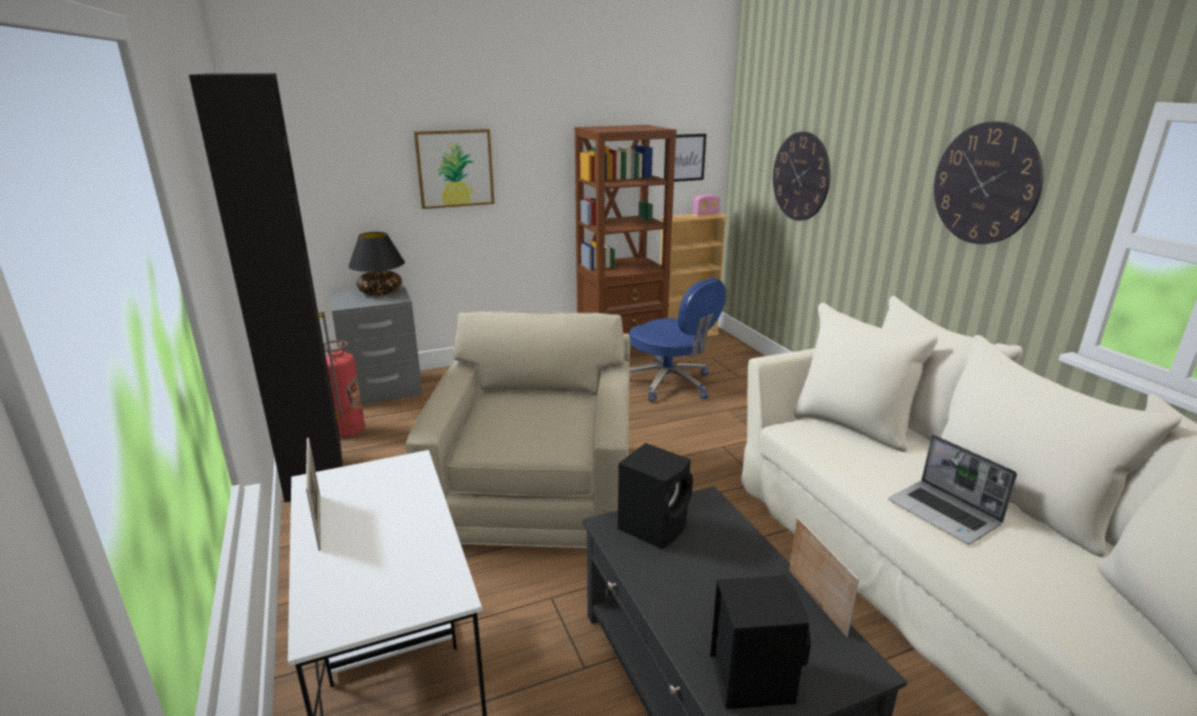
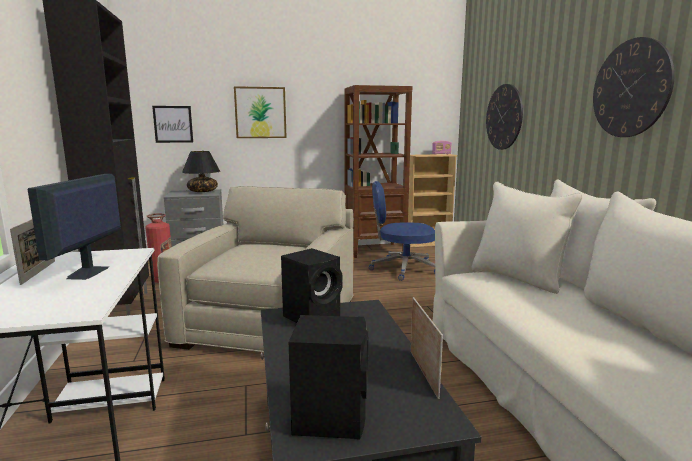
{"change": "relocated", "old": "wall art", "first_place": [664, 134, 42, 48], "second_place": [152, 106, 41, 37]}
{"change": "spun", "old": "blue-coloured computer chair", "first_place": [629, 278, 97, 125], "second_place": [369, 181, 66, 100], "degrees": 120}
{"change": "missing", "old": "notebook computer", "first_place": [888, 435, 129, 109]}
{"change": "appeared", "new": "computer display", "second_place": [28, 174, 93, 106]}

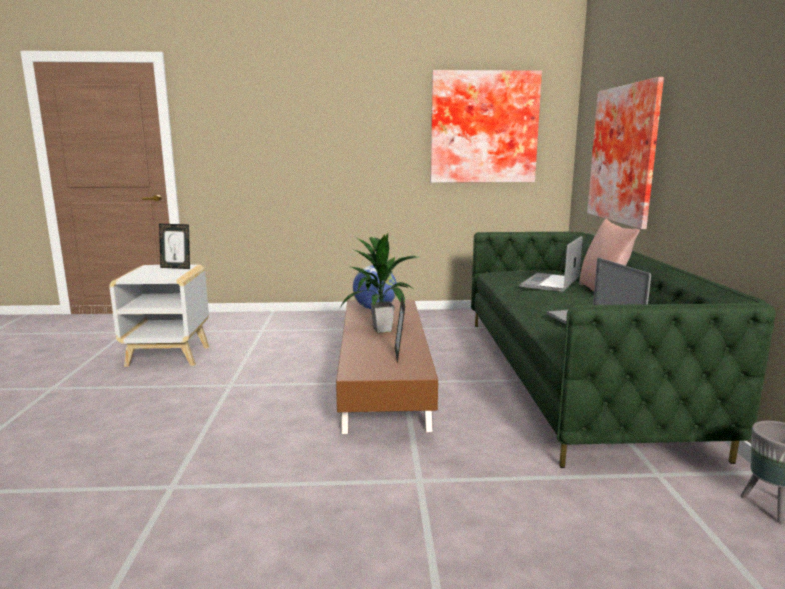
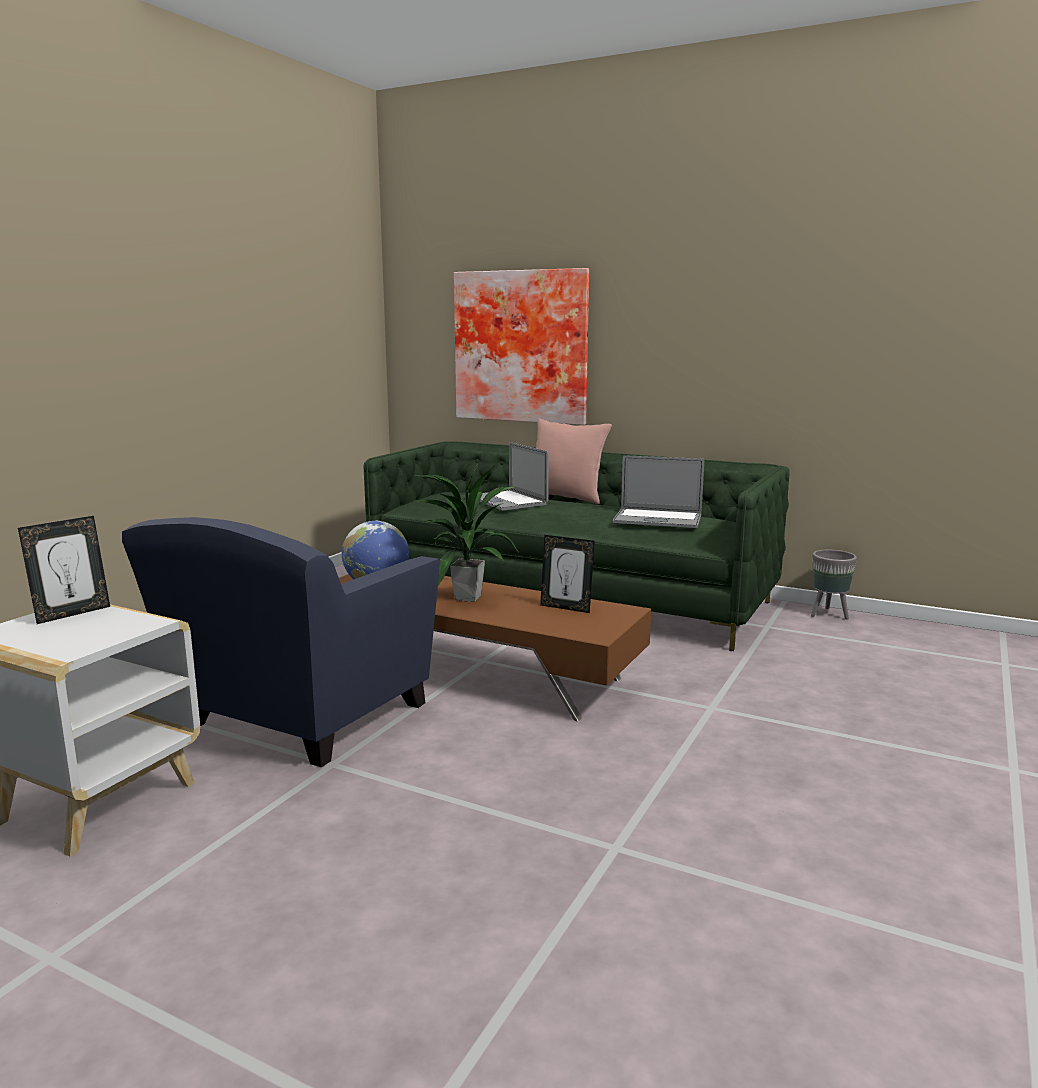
{"change": "missing", "old": "wall art", "first_place": [431, 70, 111, 113]}
{"change": "appeared", "new": "blue-coloured easy chair", "second_place": [122, 517, 318, 251]}

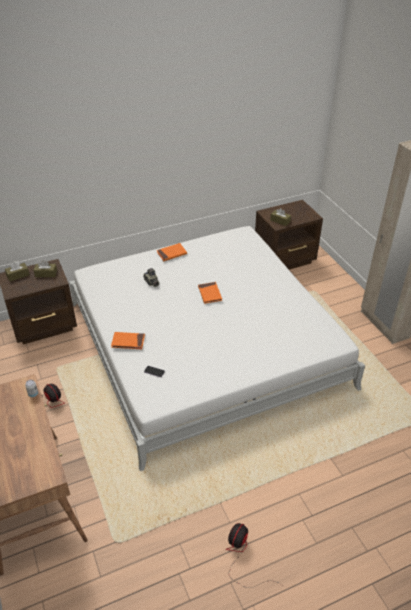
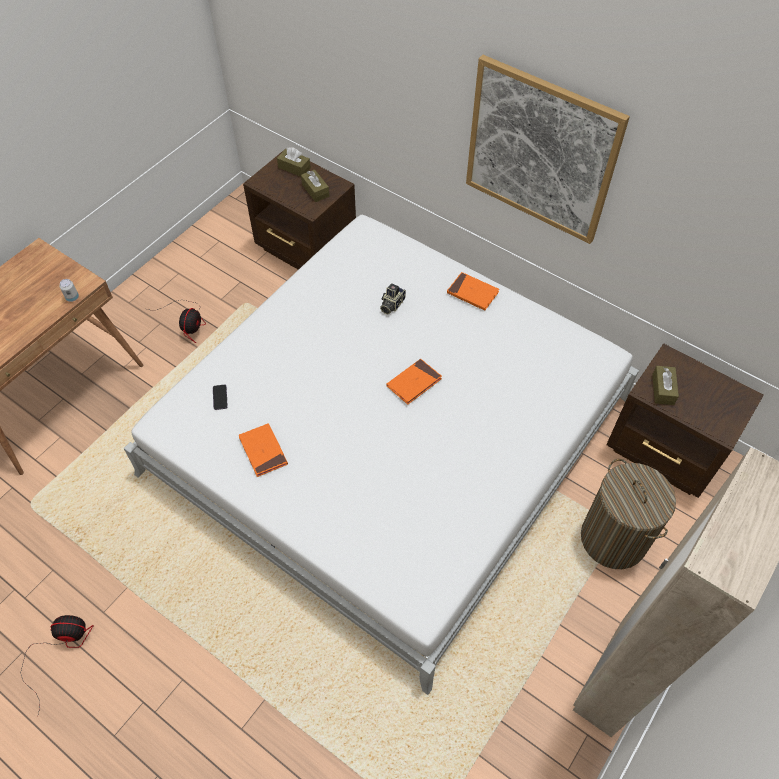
{"change": "relocated", "old": "orange bound book", "first_place": [111, 332, 34, 17], "second_place": [239, 423, 49, 54]}
{"change": "appeared", "new": "wall art", "second_place": [466, 55, 164, 189]}
{"change": "appeared", "new": "hamper", "second_place": [581, 459, 95, 110]}

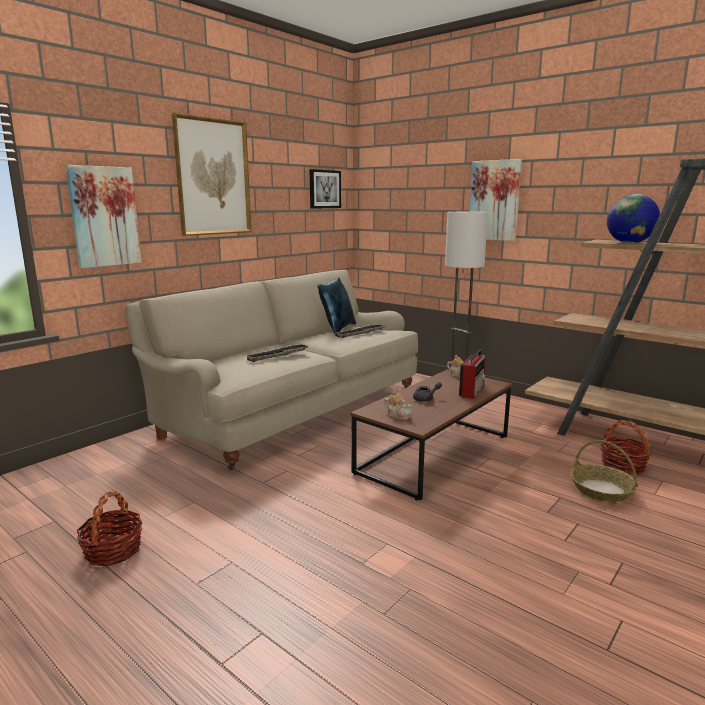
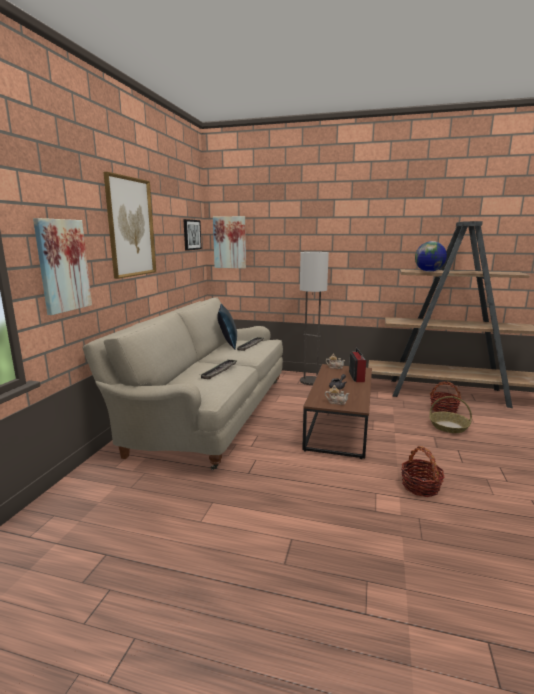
{"change": "relocated", "old": "wall art", "first_place": [470, 159, 52, 82], "second_place": [213, 216, 33, 53]}
{"change": "relocated", "old": "basket", "first_place": [77, 490, 65, 76], "second_place": [401, 446, 44, 51]}

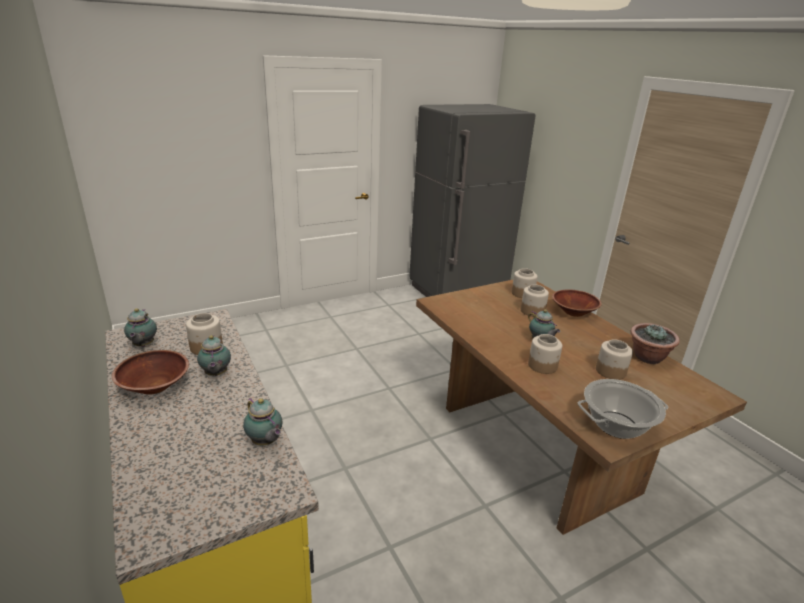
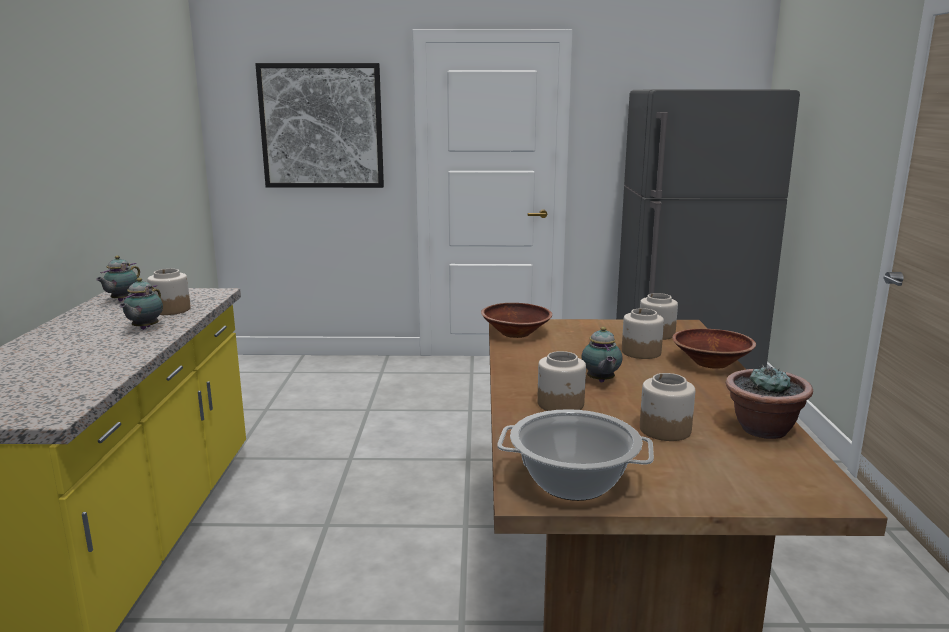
{"change": "relocated", "old": "brown serving bowl", "first_place": [112, 350, 77, 45], "second_place": [481, 303, 71, 35]}
{"change": "missing", "old": "teapot", "first_place": [243, 398, 39, 48]}
{"change": "appeared", "new": "wall art", "second_place": [255, 63, 129, 125]}

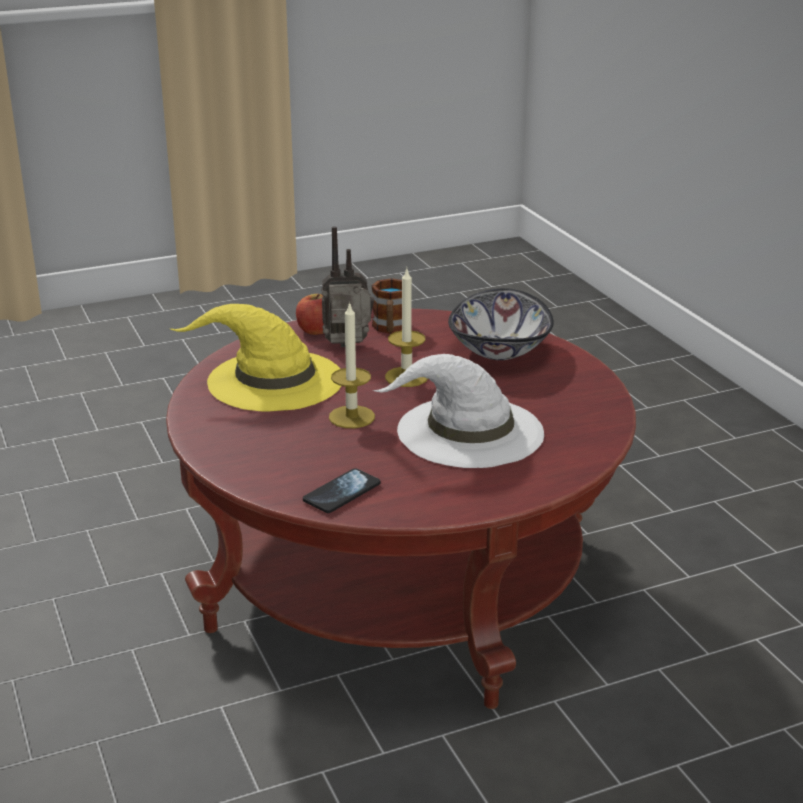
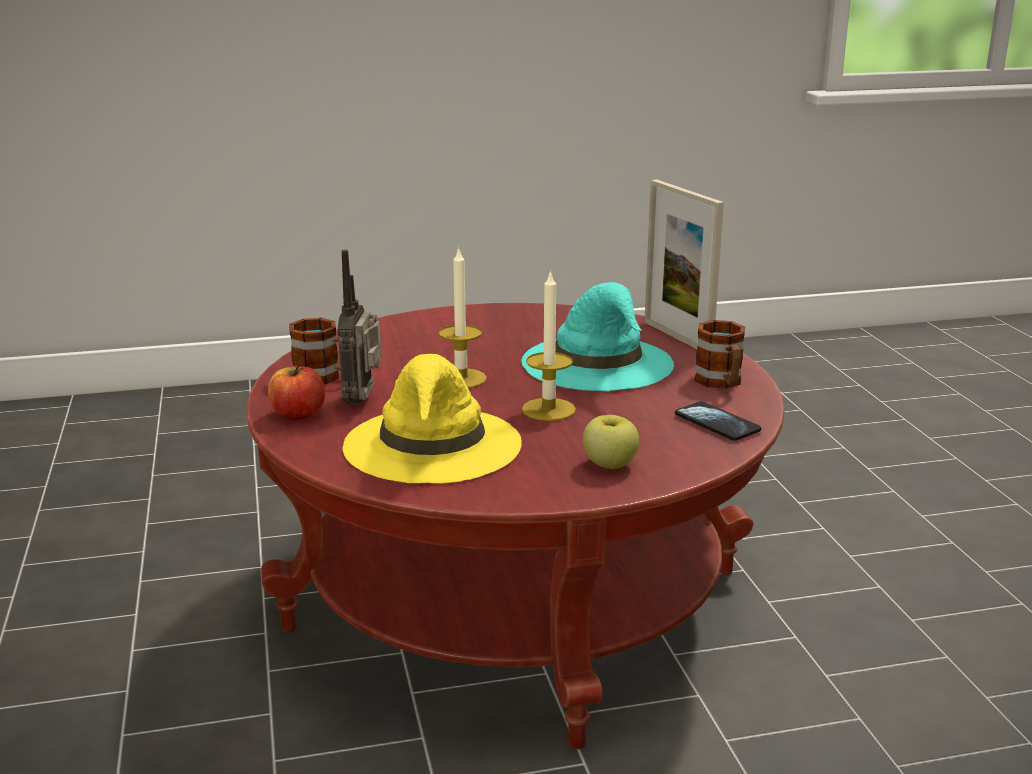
{"change": "missing", "old": "serving bowl", "first_place": [448, 288, 106, 72]}
{"change": "colour", "old": "white-coloured hat", "new": "turquoise hat", "first_place": [373, 354, 171, 114], "second_place": [521, 282, 153, 109]}
{"change": "appeared", "new": "picture frame", "second_place": [644, 179, 80, 170]}
{"change": "appeared", "new": "coffee mug", "second_place": [695, 320, 50, 69]}
{"change": "appeared", "new": "apple fruit", "second_place": [583, 415, 56, 54]}

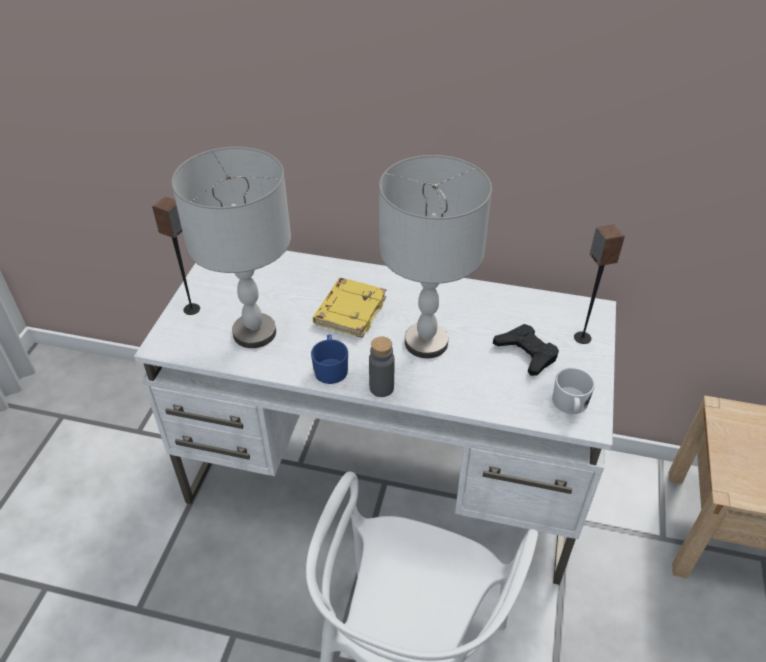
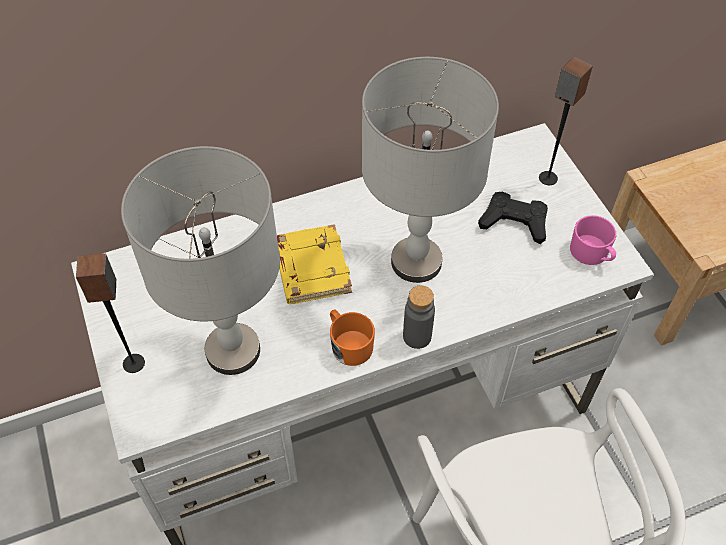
{"change": "colour", "old": "blue-coloured coffee mug", "new": "orange coffee mug", "first_place": [311, 334, 37, 50], "second_place": [330, 310, 45, 56]}
{"change": "colour", "old": "white-coloured coffee mug", "new": "pink coffee mug", "first_place": [552, 368, 43, 46], "second_place": [570, 215, 46, 50]}

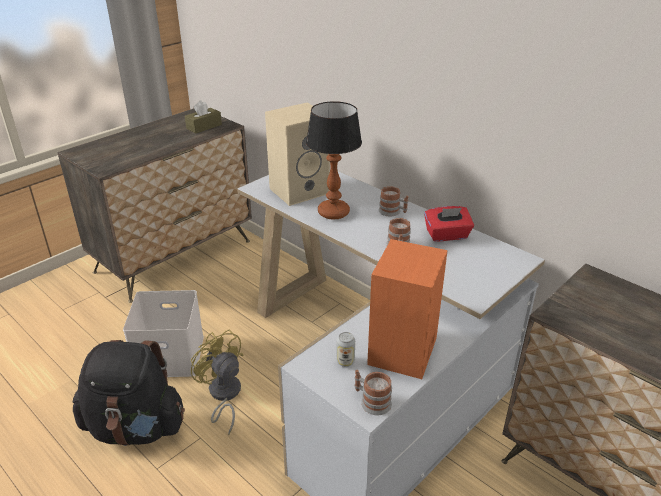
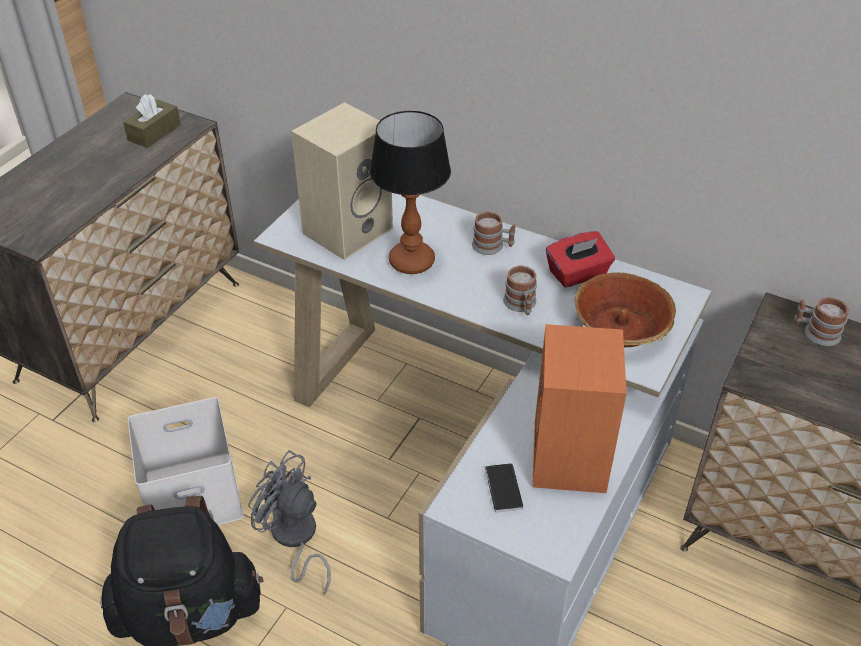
{"change": "colour", "old": "yellowish fan", "new": "greyish fan", "first_place": [191, 330, 53, 105], "second_place": [248, 450, 83, 145]}
{"change": "exchanged", "old": "can", "new": "handset", "first_place": [337, 332, 18, 35], "second_place": [485, 463, 38, 50]}
{"change": "relocated", "old": "coffee mug", "first_place": [355, 370, 37, 45], "second_place": [794, 297, 55, 49]}
{"change": "appeared", "new": "serving bowl", "second_place": [575, 272, 101, 75]}

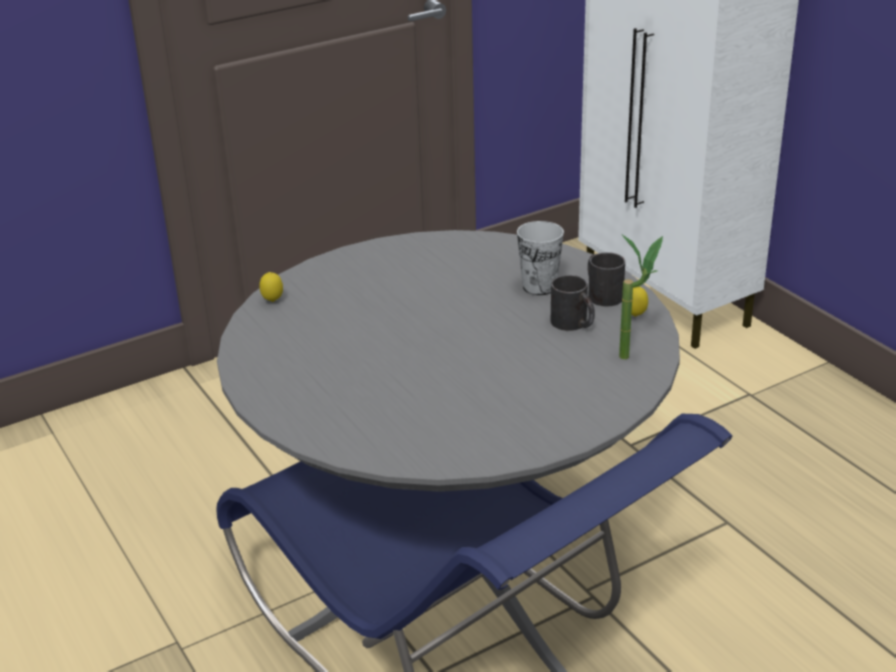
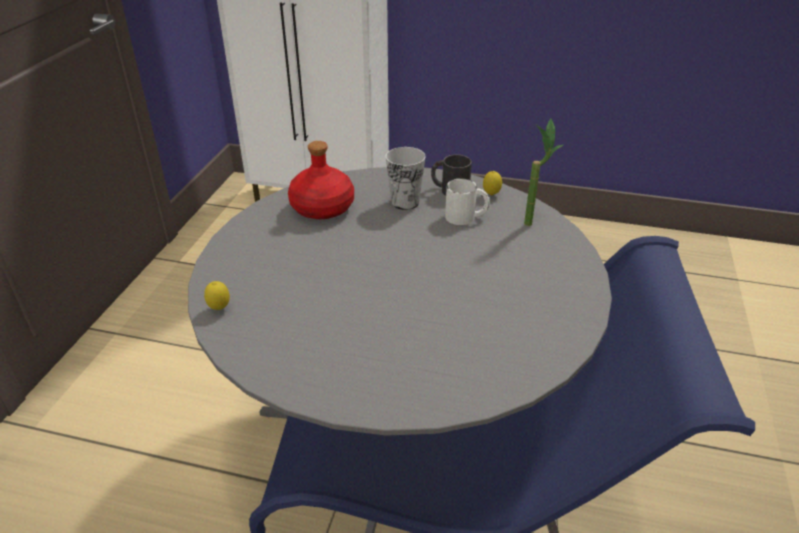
{"change": "colour", "old": "blackish coffee mug", "new": "white-coloured coffee mug", "first_place": [551, 275, 44, 56], "second_place": [445, 179, 44, 46]}
{"change": "appeared", "new": "red-coloured drink bottle", "second_place": [288, 141, 66, 78]}

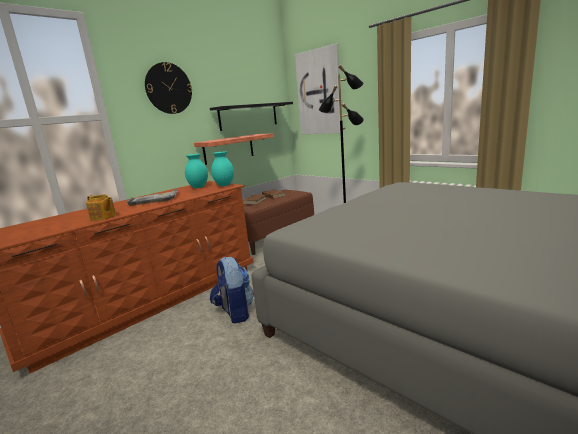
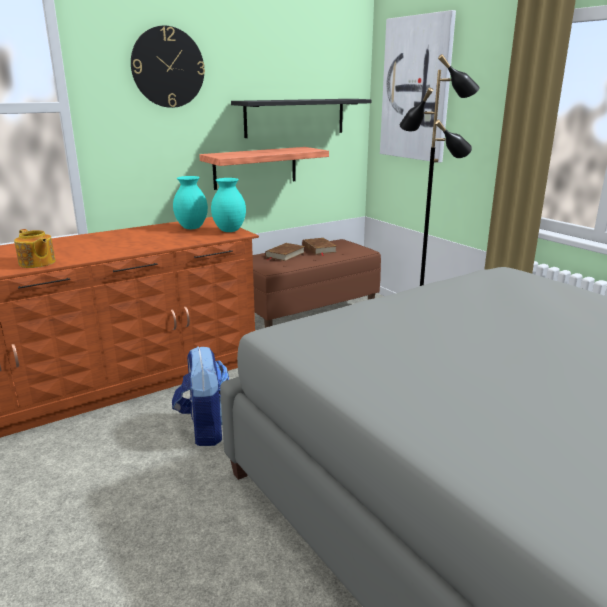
{"change": "missing", "old": "greyish serving tray", "first_place": [126, 189, 52, 17]}

